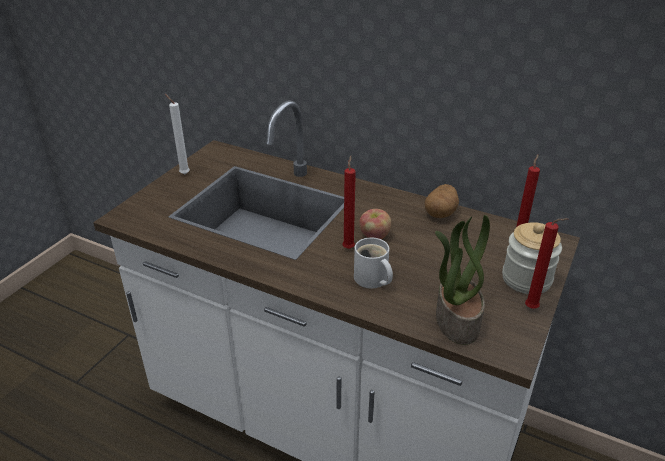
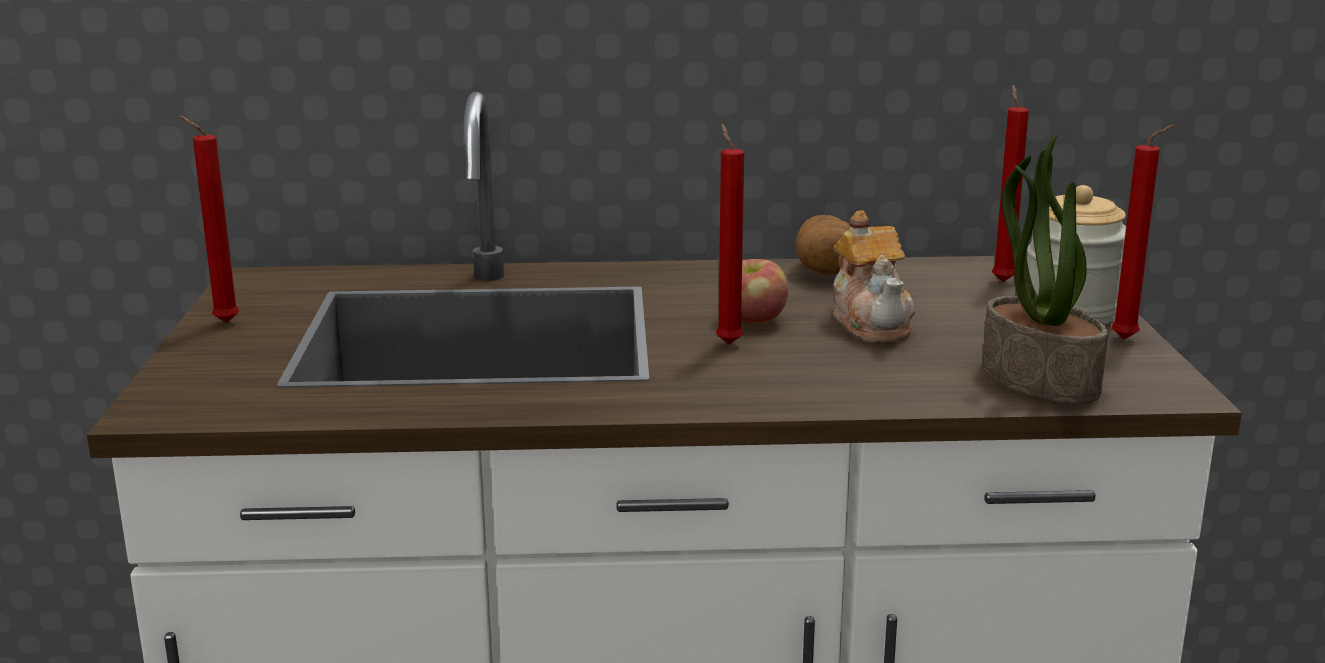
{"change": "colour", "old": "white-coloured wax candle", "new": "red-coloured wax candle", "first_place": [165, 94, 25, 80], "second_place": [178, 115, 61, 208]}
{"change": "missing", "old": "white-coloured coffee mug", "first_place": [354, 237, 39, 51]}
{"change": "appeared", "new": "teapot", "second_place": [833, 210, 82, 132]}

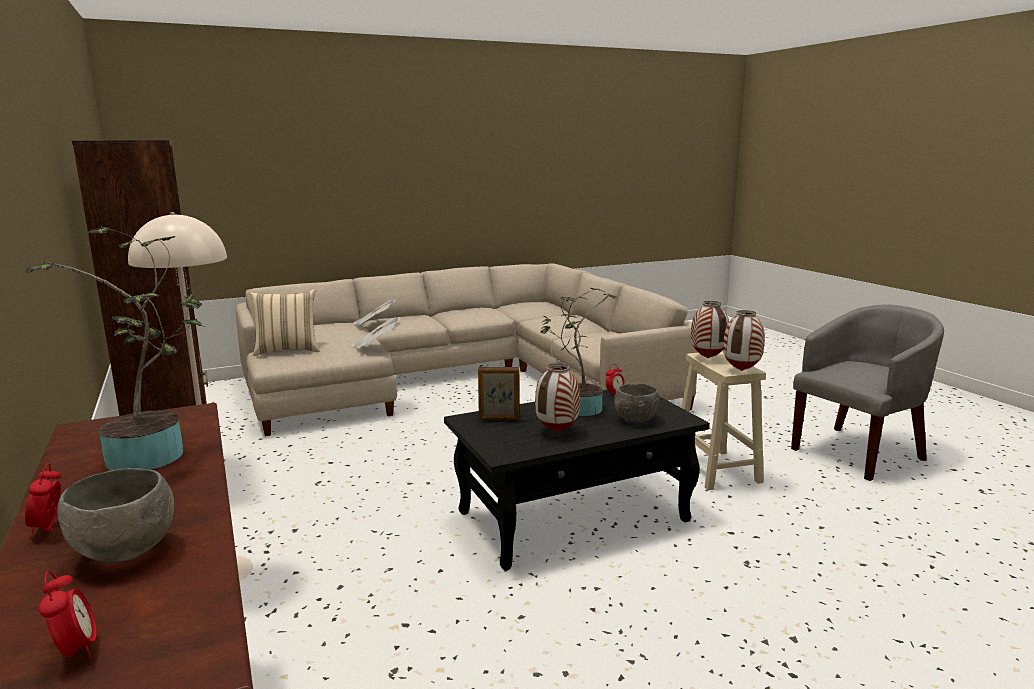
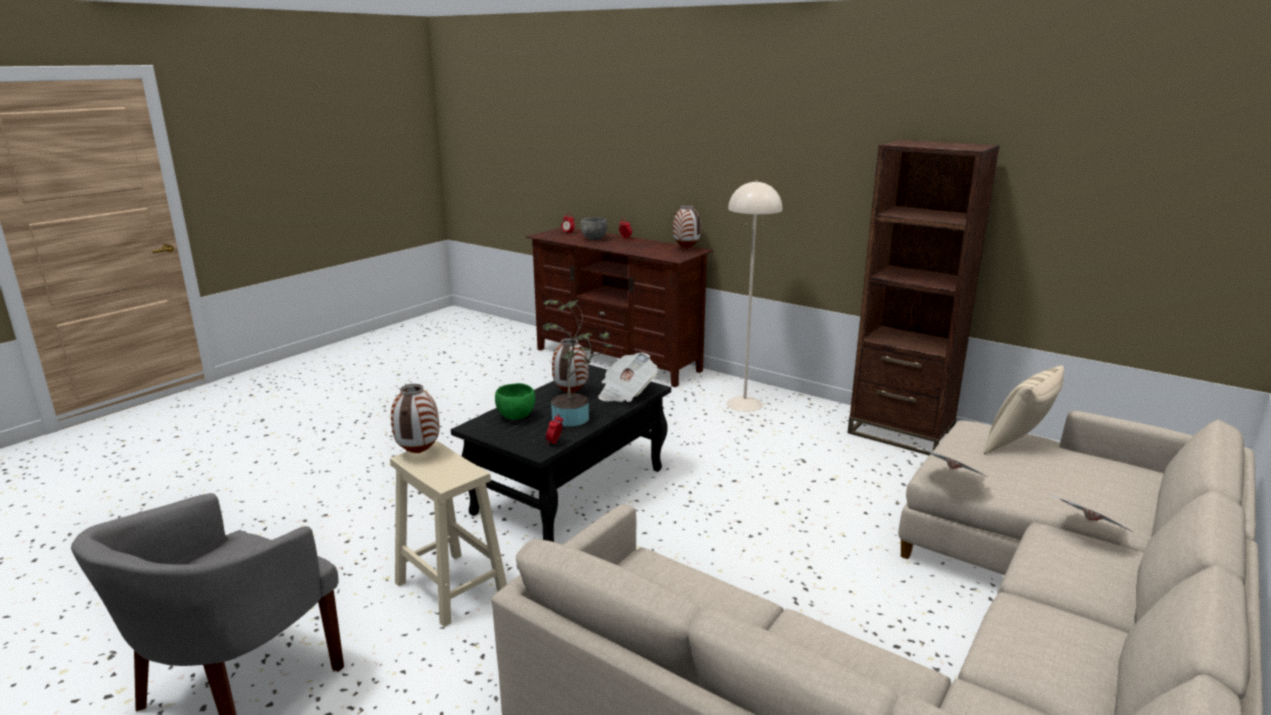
{"change": "missing", "old": "plant in a pot", "first_place": [26, 226, 176, 244]}
{"change": "relocated", "old": "decorative vase", "first_place": [691, 301, 38, 57], "second_place": [673, 205, 28, 44]}
{"change": "exchanged", "old": "picture frame", "new": "daily paper", "first_place": [478, 367, 42, 53], "second_place": [598, 352, 60, 50]}
{"change": "colour", "old": "greyish serving bowl", "new": "green-coloured serving bowl", "first_place": [614, 383, 45, 40], "second_place": [495, 383, 41, 37]}

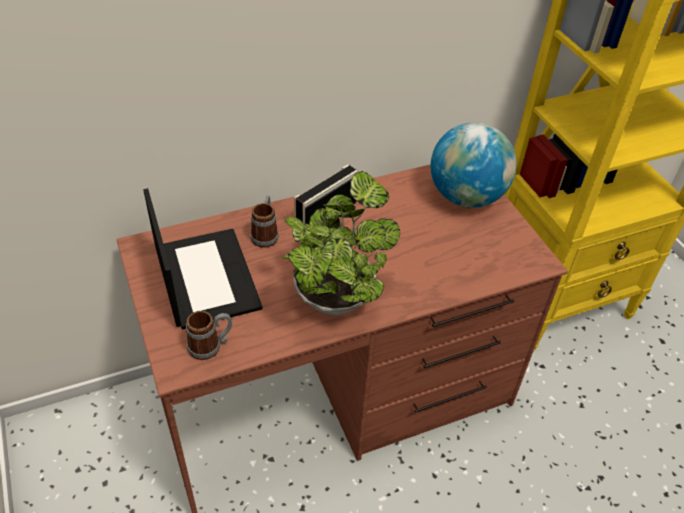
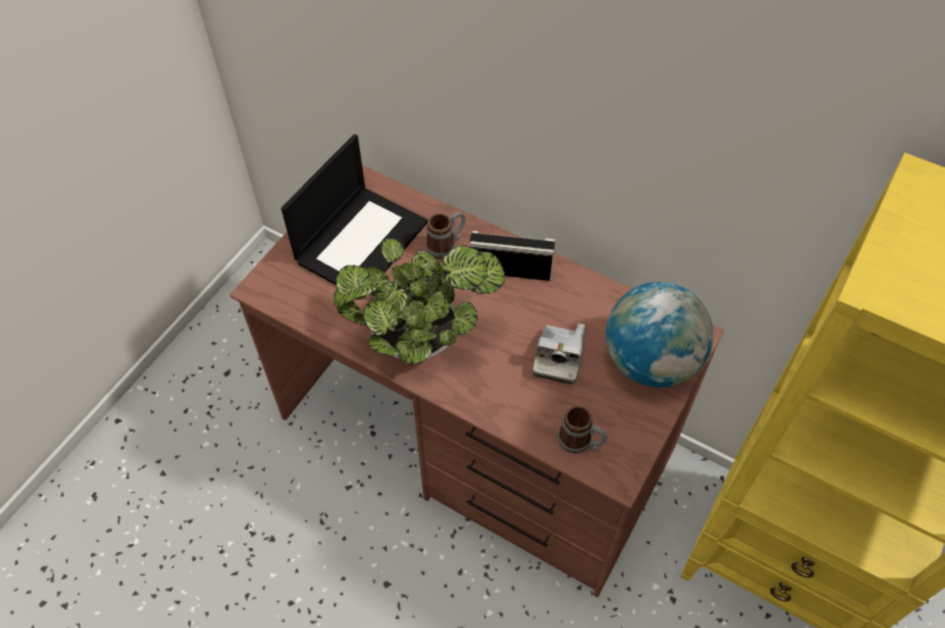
{"change": "relocated", "old": "coffee mug", "first_place": [186, 311, 46, 49], "second_place": [558, 406, 49, 48]}
{"change": "appeared", "new": "still camera", "second_place": [533, 324, 53, 61]}

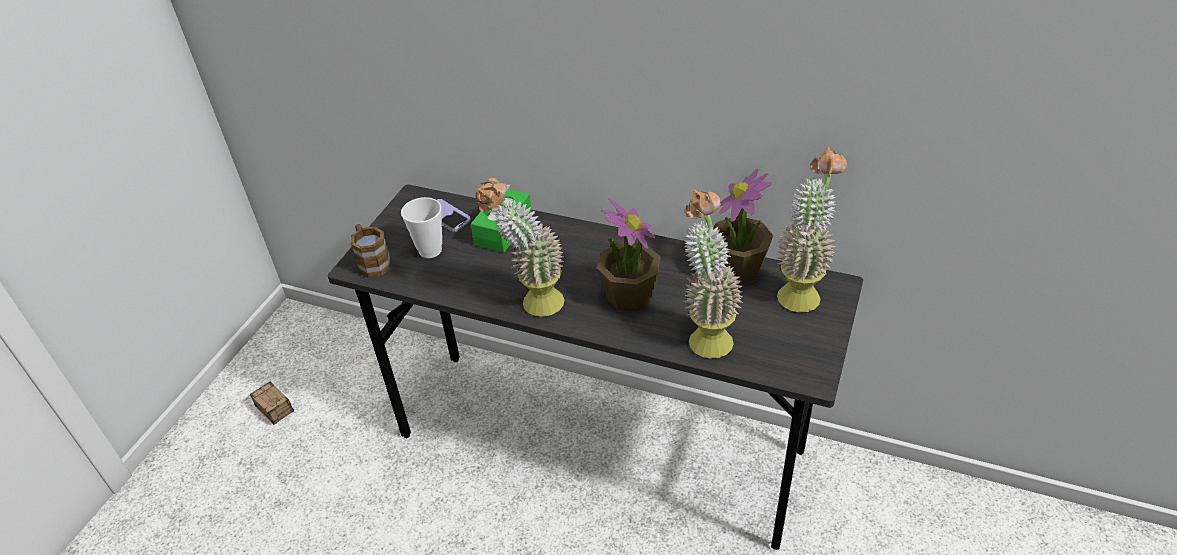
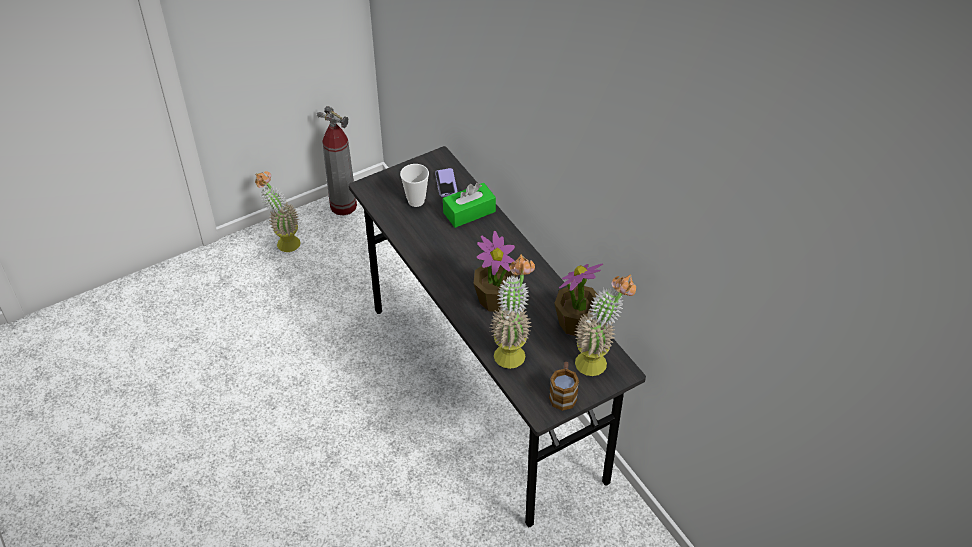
{"change": "relocated", "old": "plant in a pot", "first_place": [476, 178, 89, 139], "second_place": [255, 171, 46, 81]}
{"change": "relocated", "old": "coffee mug", "first_place": [350, 224, 42, 54], "second_place": [549, 362, 30, 49]}
{"change": "missing", "old": "storage box", "first_place": [250, 382, 44, 43]}
{"change": "appeared", "new": "extinguisher", "second_place": [316, 106, 41, 110]}

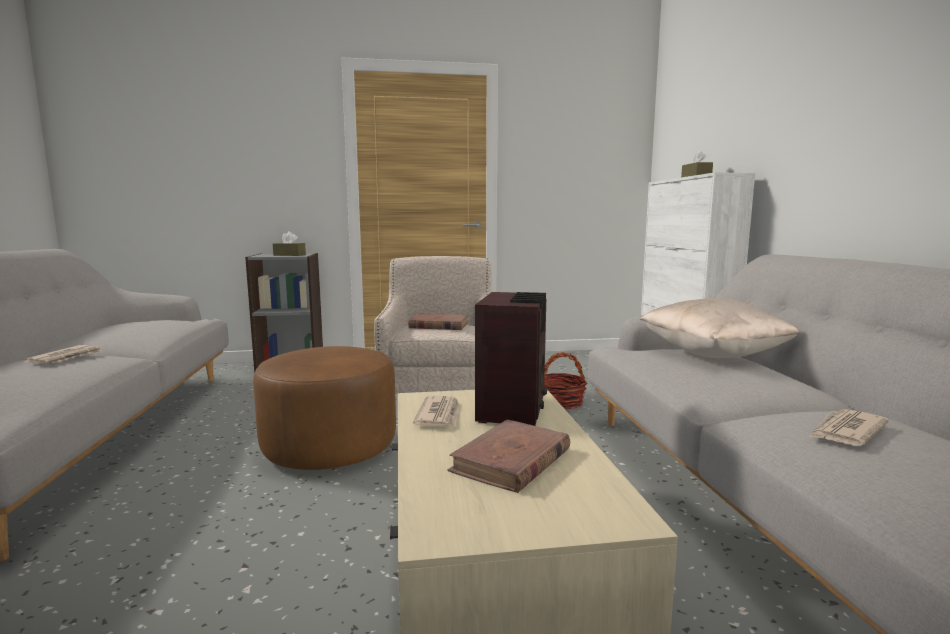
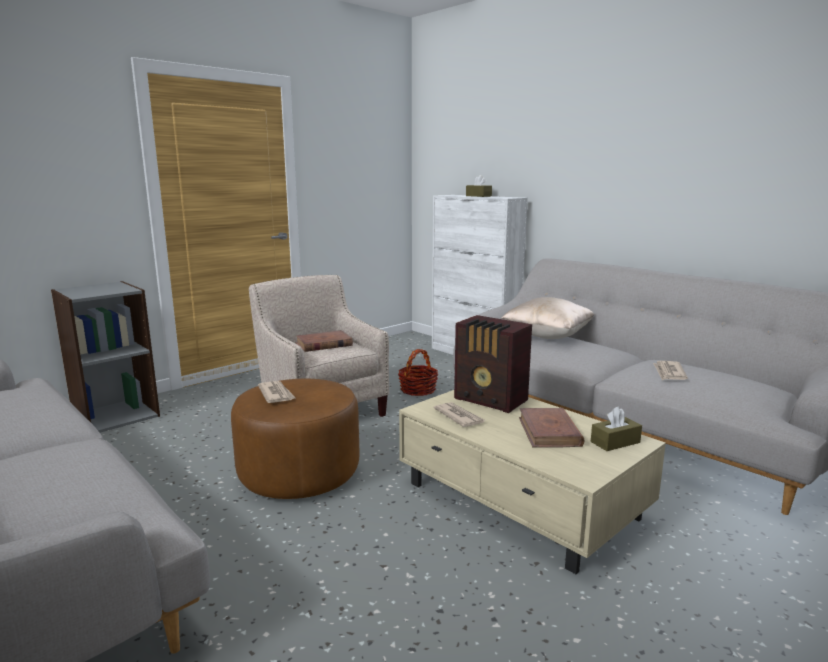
{"change": "relocated", "old": "brown tissue box", "first_place": [273, 231, 33, 25], "second_place": [591, 406, 51, 45]}
{"change": "spun", "old": "radio receiver", "first_place": [475, 292, 72, 134], "second_place": [454, 315, 78, 98], "degrees": 150}
{"change": "relocated", "old": "daily paper", "first_place": [23, 345, 79, 19], "second_place": [258, 381, 37, 22]}

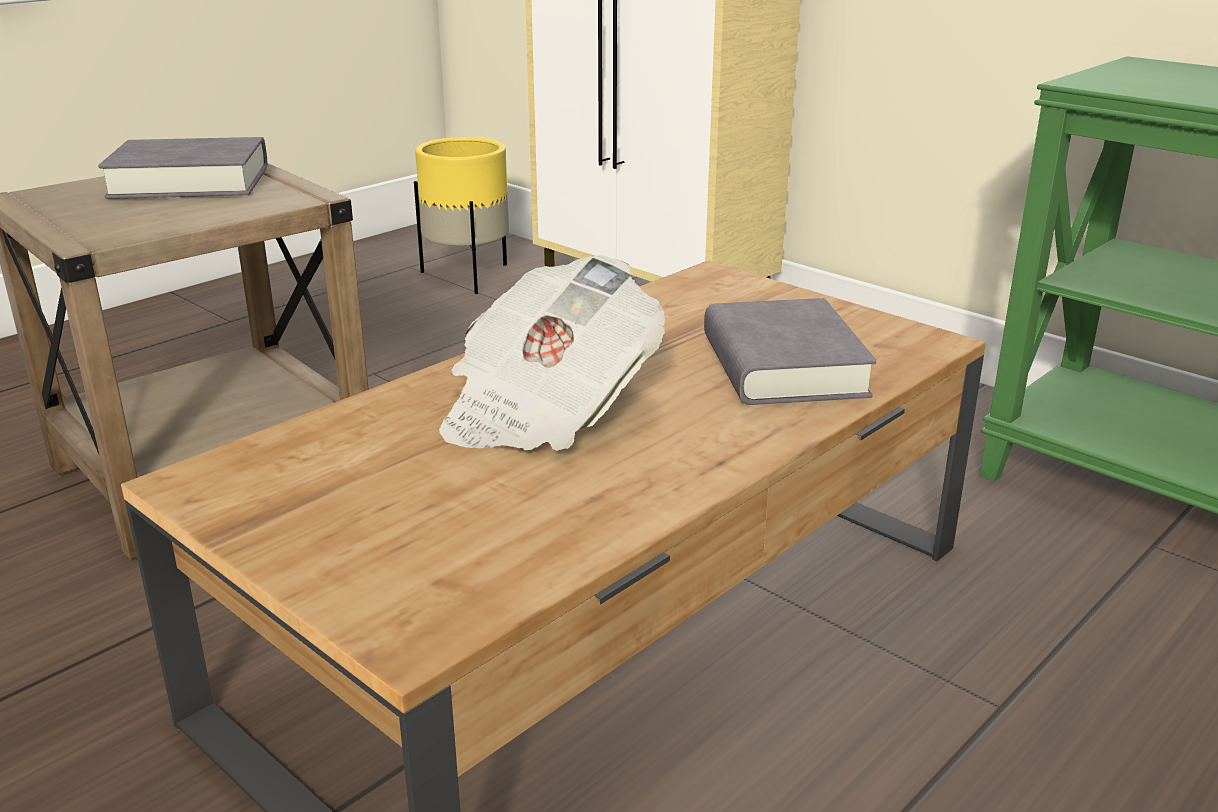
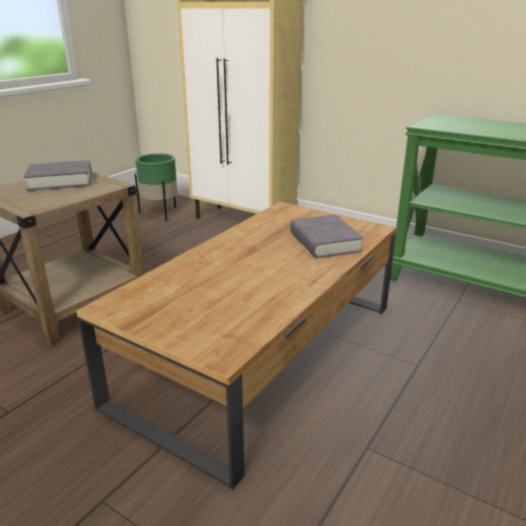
{"change": "colour", "old": "yellowish flower pot", "new": "green-coloured flower pot", "first_place": [414, 137, 95, 157], "second_place": [135, 153, 43, 68]}
{"change": "missing", "old": "daily paper", "first_place": [439, 255, 226, 196]}

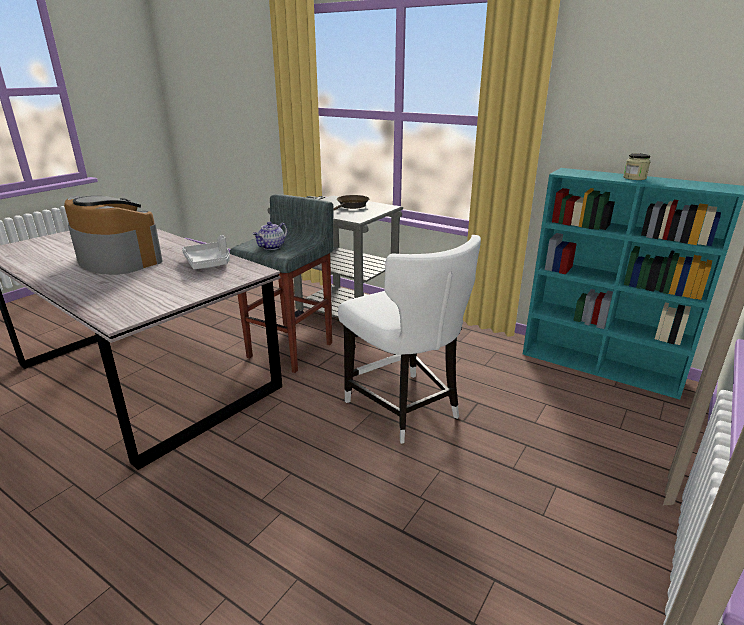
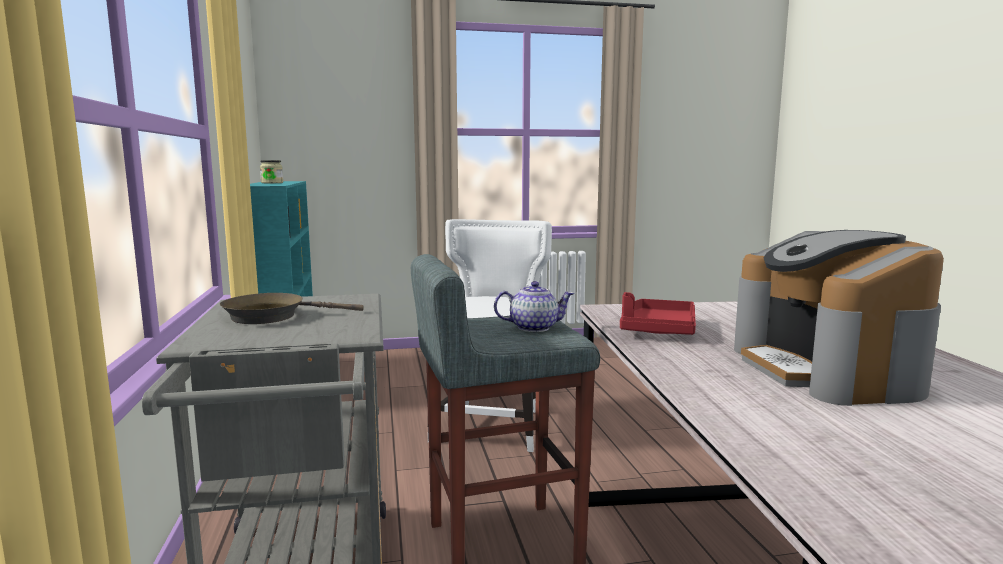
{"change": "colour", "old": "greyish serving tray", "new": "red-coloured serving tray", "first_place": [182, 235, 48, 35], "second_place": [620, 292, 76, 43]}

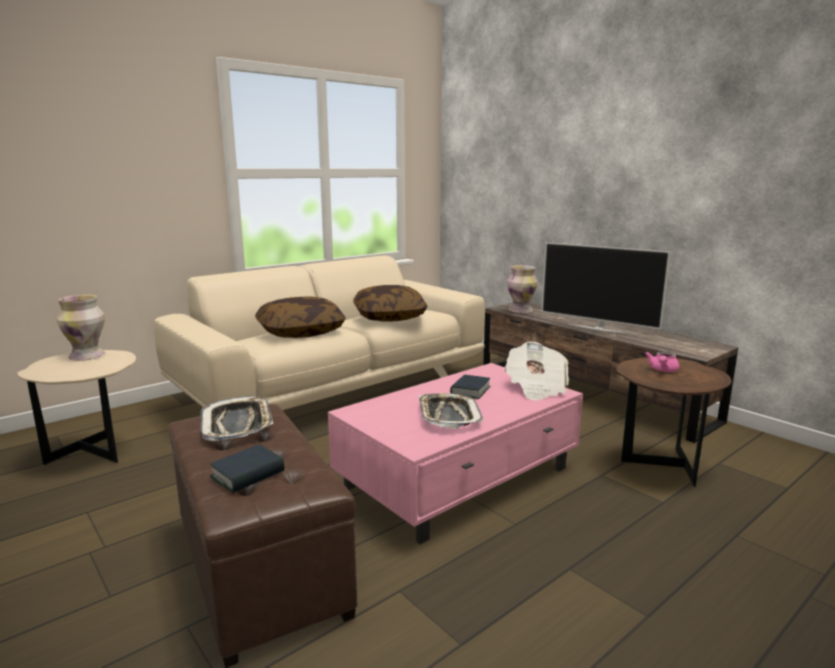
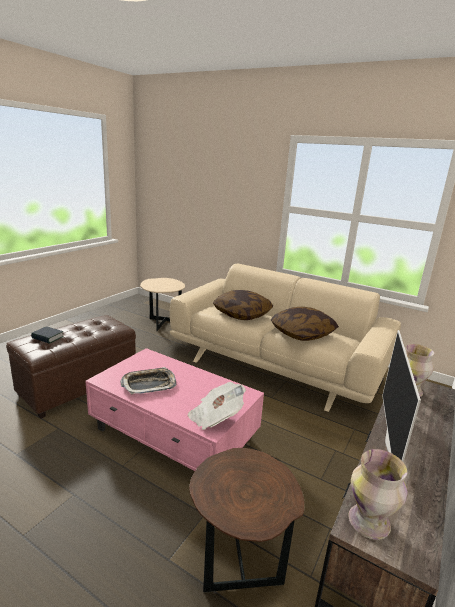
{"change": "relocated", "old": "decorative vase", "first_place": [57, 295, 49, 66], "second_place": [348, 449, 59, 91]}
{"change": "missing", "old": "pink teapot", "first_place": [645, 351, 34, 21]}
{"change": "missing", "old": "bound book", "first_place": [450, 374, 41, 25]}
{"change": "missing", "old": "serving tray", "first_place": [200, 396, 73, 45]}

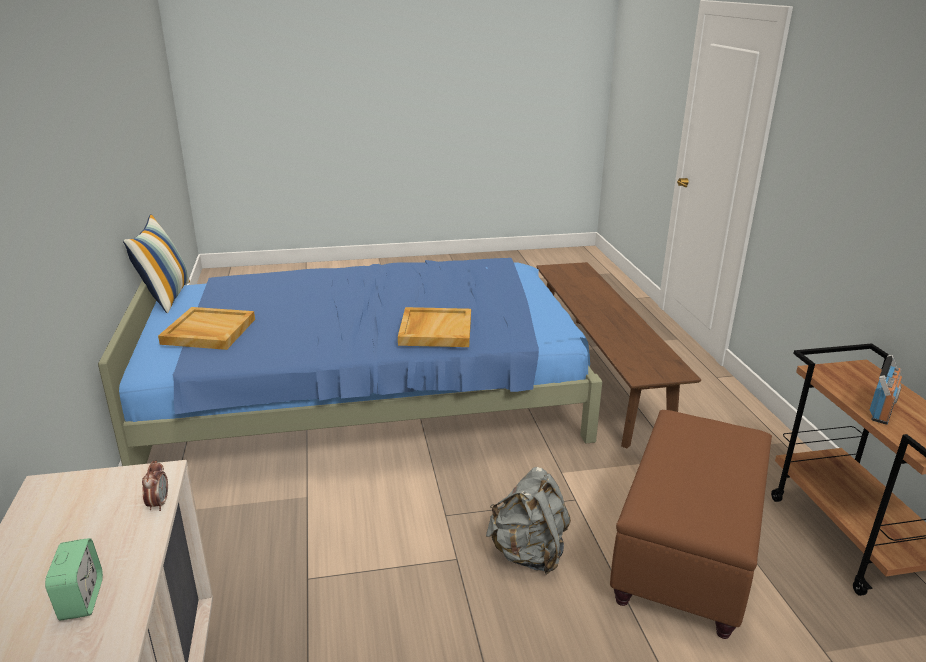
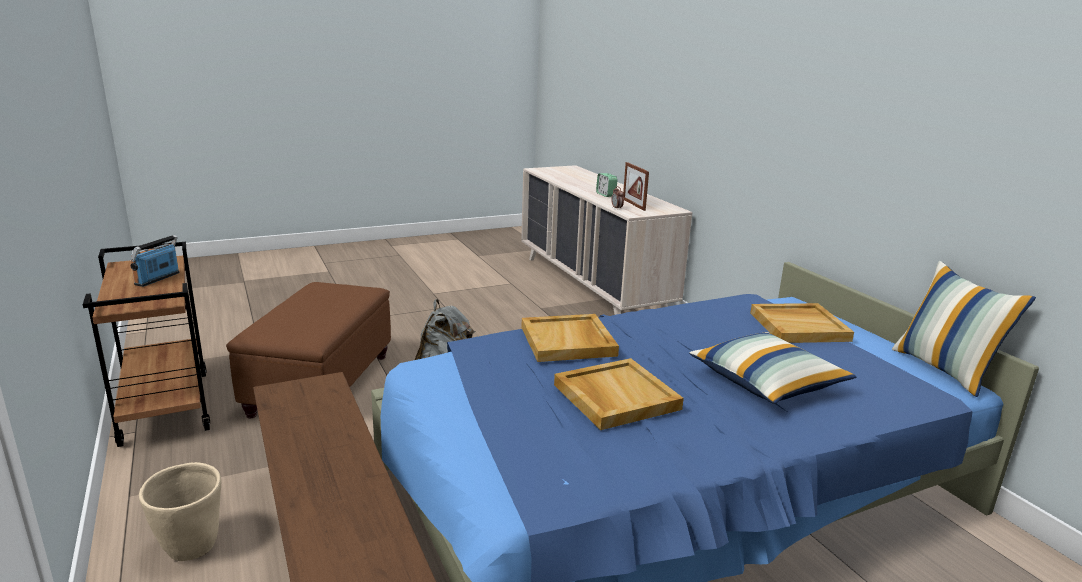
{"change": "appeared", "new": "picture frame", "second_place": [623, 162, 26, 49]}
{"change": "appeared", "new": "pillow", "second_place": [689, 332, 168, 72]}
{"change": "appeared", "new": "sand-coloured serving tray", "second_place": [554, 358, 130, 72]}
{"change": "appeared", "new": "sand-coloured flower pot", "second_place": [139, 462, 82, 99]}

